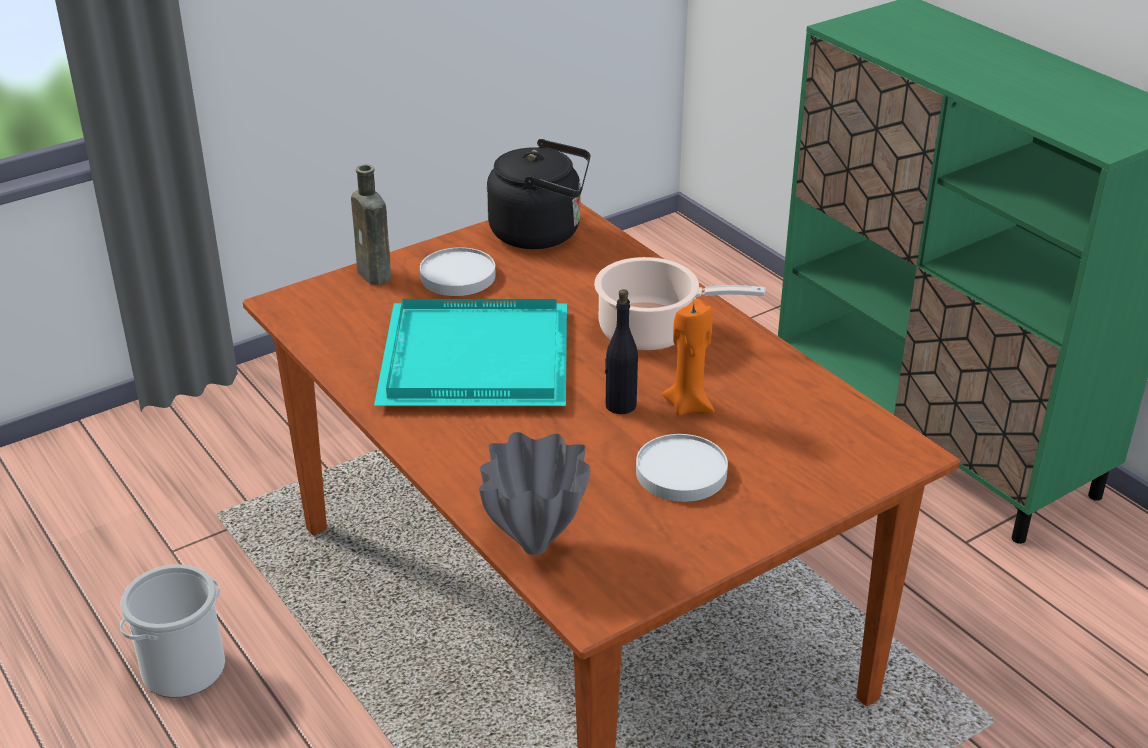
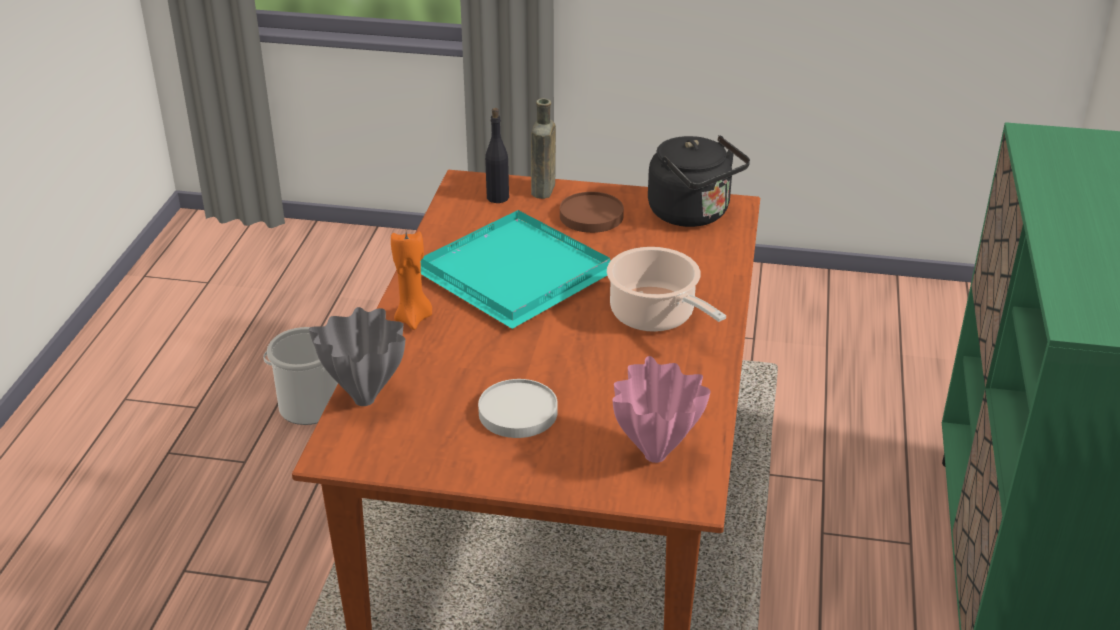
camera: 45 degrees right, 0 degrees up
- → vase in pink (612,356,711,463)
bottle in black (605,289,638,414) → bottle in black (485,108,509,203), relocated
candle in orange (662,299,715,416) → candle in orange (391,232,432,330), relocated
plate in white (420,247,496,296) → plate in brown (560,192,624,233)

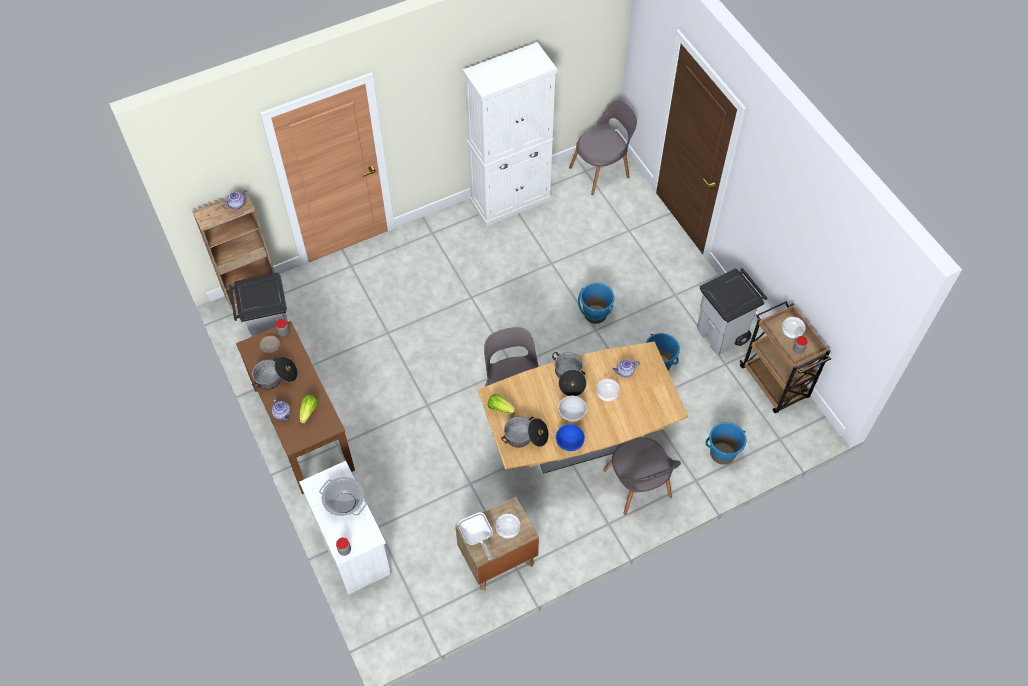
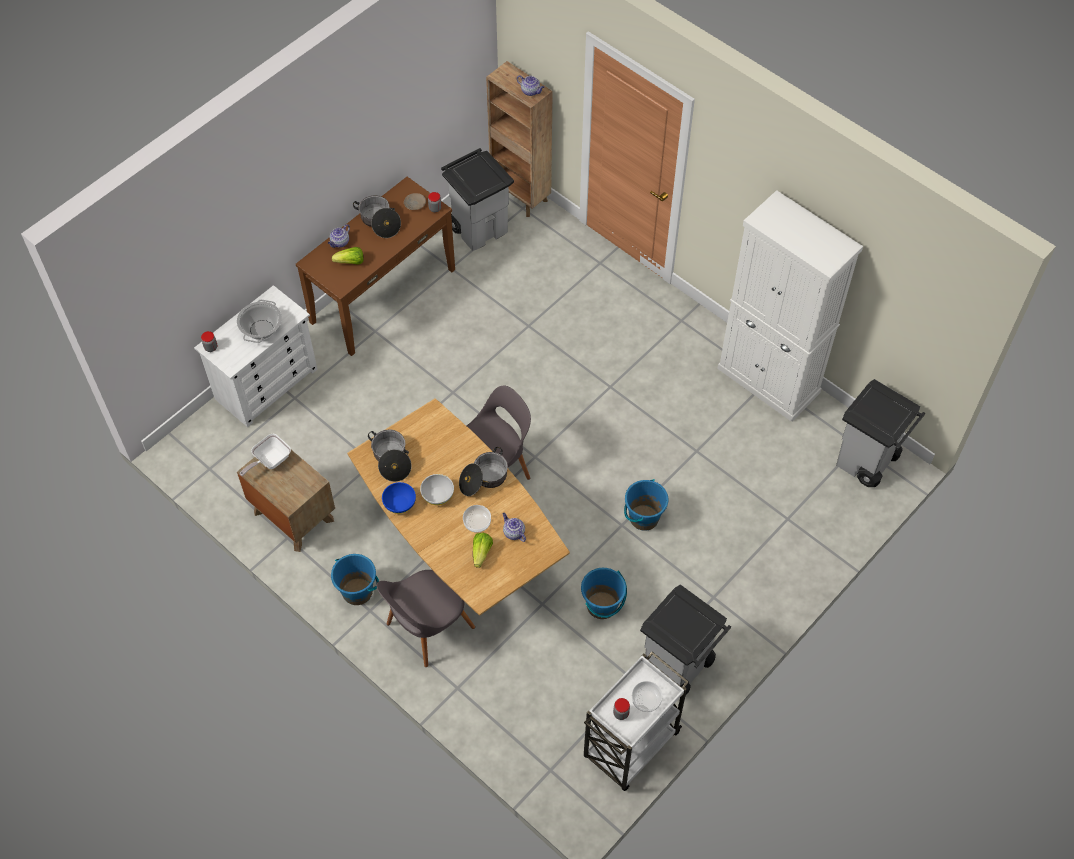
camera: 70 degrees right, 0 degrees up
bowl (496,514,520,539) → -
lettuce (488,394,516,414) → lettuce (473,533,493,568), relocated
bucket in blue (705,422,746,465) → bucket in blue (331,554,379,605), relocated
chair in grey (569,100,637,195) → trash can in grey (836,379,925,487)
cart in brown (740,301,831,413) → cart in white (584,651,689,791)

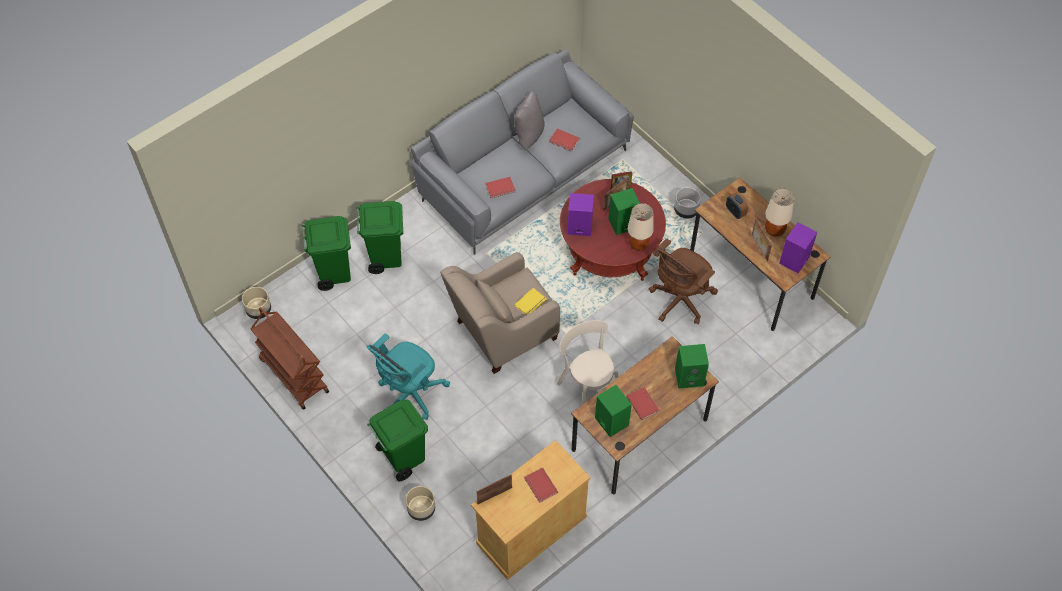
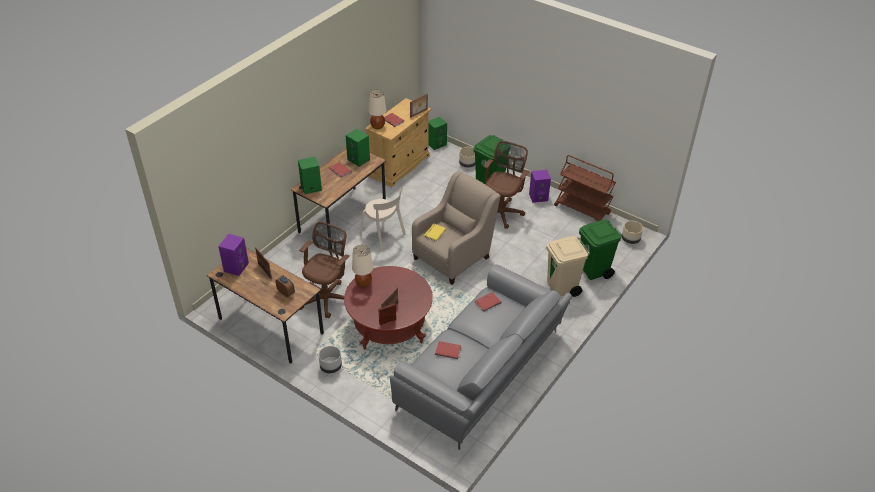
camera: 165 degrees right, 15 degrees down
pillow in grey (514,91,544,150) → -
speaker in purple (568,193,594,236) → speaker in purple (529,170,551,203), relocated
speaker in green (608,188,640,235) → speaker in green (428,117,447,150), relocated
table lamp in beige (765,188,794,237) → table lamp in beige (368,90,386,129), relocated
trash can in green (357,201,403,274) → trash can in beige (546,236,590,297)
office chair in turquoise (366,333,450,420) → office chair in brown (484,141,529,229)

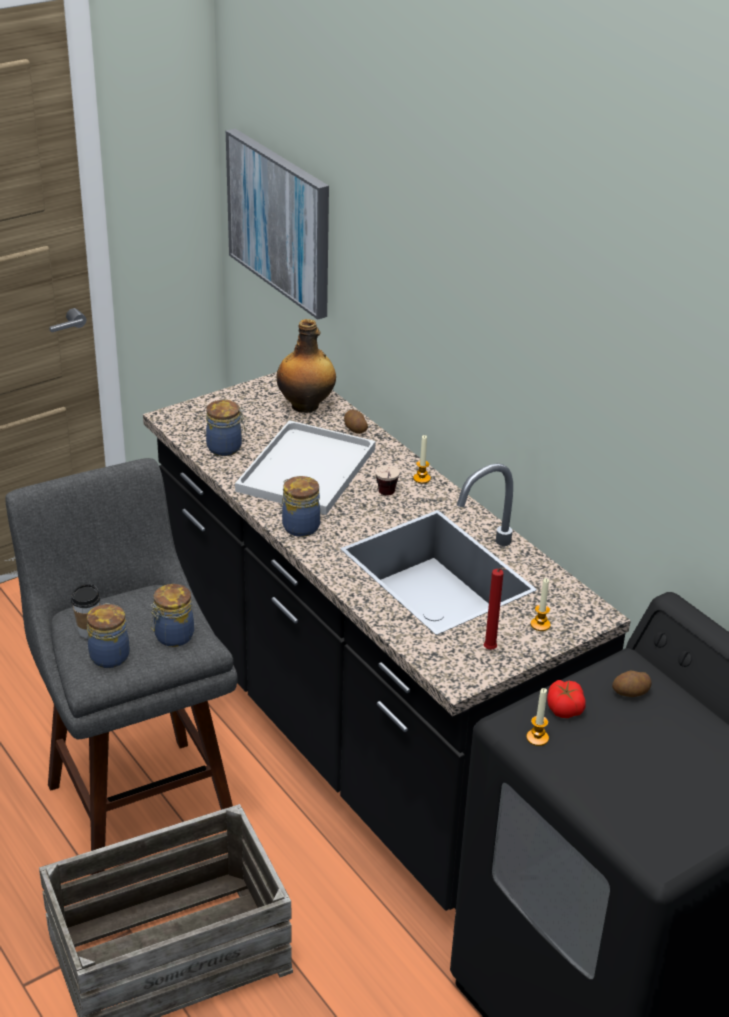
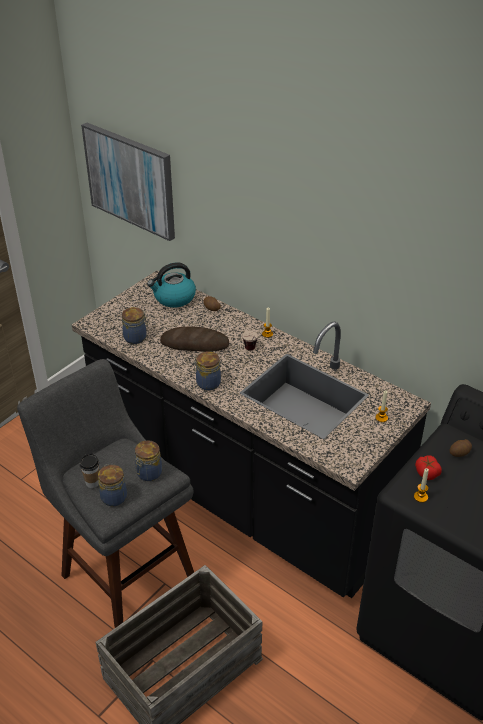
camera: 15 degrees left, 5 degrees up
candle in red (484,567,506,650) → -
tray in white (235,420,376,515) → bread (160,326,229,352)
bottle (276,319,336,413) → kettle (147,262,196,307)

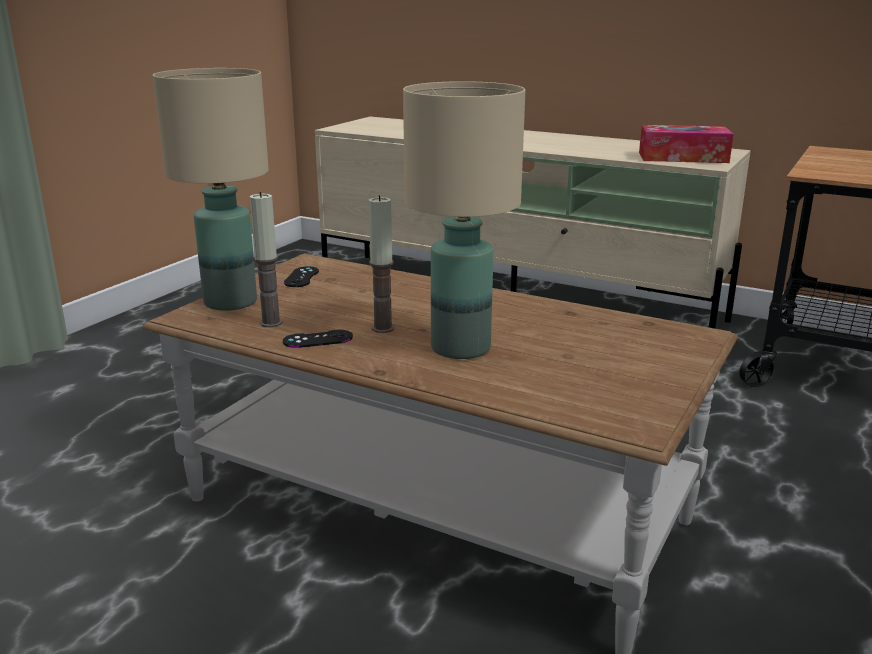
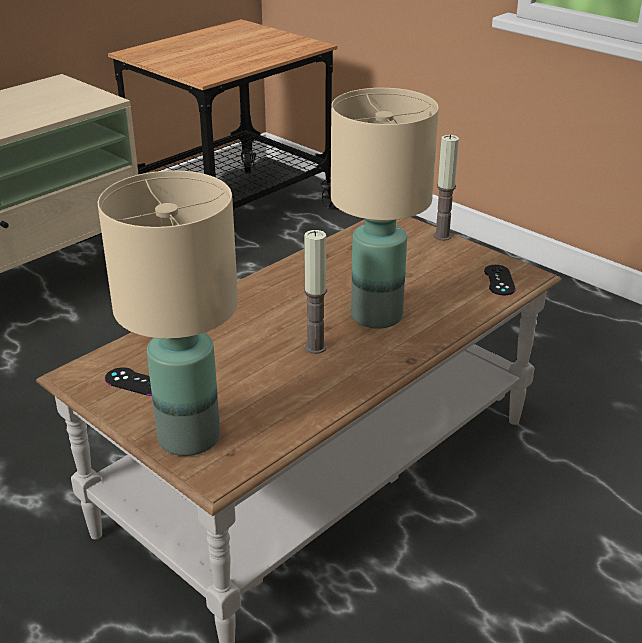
camera: 75 degrees left, 10 degrees up
tissue box (639,125,733,163) → -
candle (250,192,283,327) → candle (433,135,459,241), relocated
game controller in black (283,330,353,348) → game controller in black (484,265,516,295), relocated

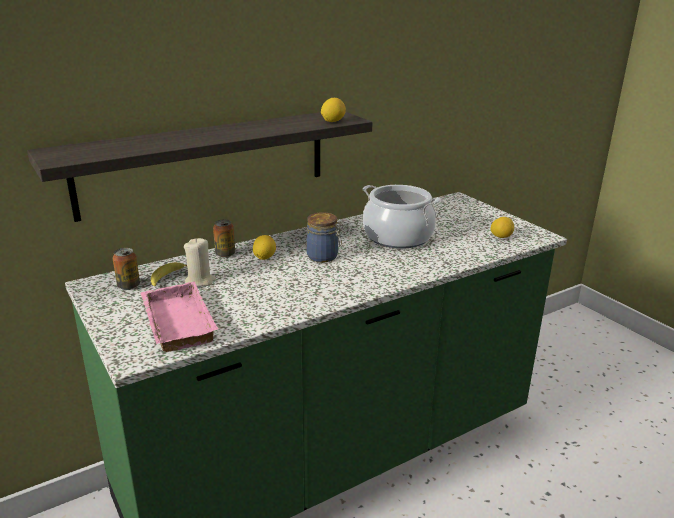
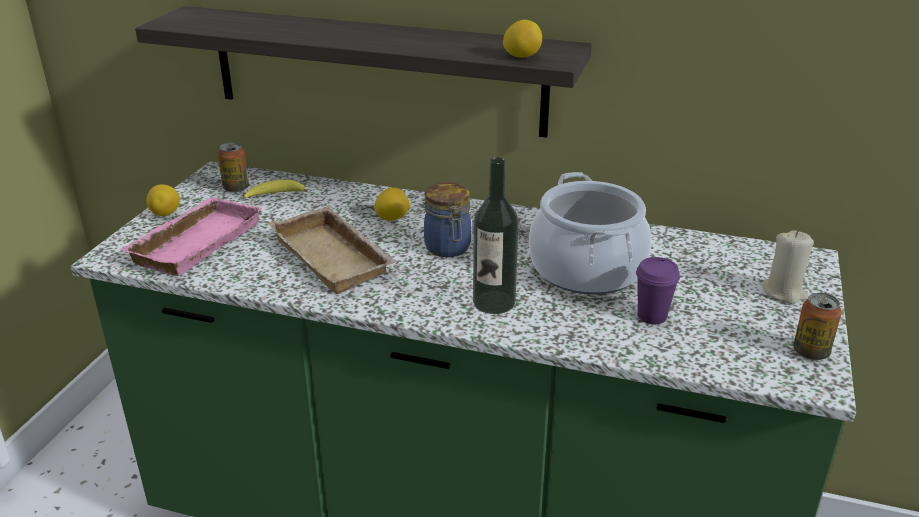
camera: 50 degrees right, 5 degrees up
- → tray in beige (268,206,397,294)
- → bottle (473,157,519,314)
- → cup in purple (636,257,680,325)
candle in beige (184,238,216,287) → candle in beige (762,230,814,304), relocated
can (213,219,235,258) → can (793,293,842,360), relocated
lemon (490,217,514,238) → lemon (146,185,180,216), relocated

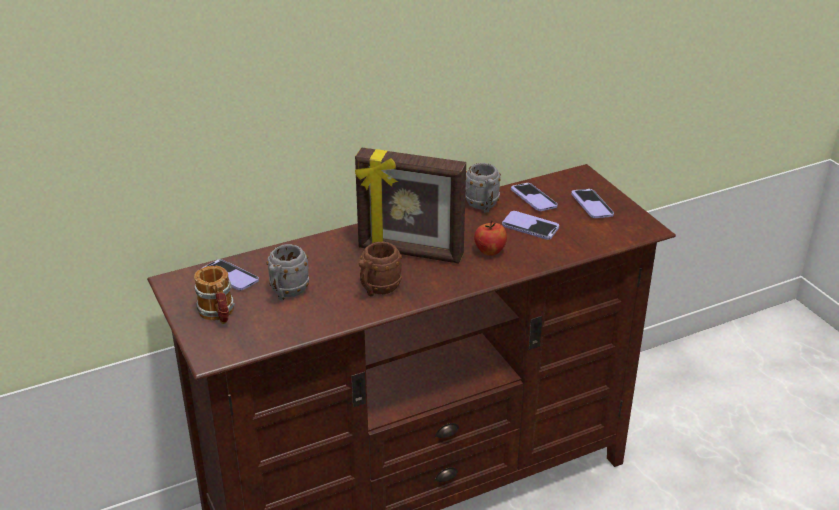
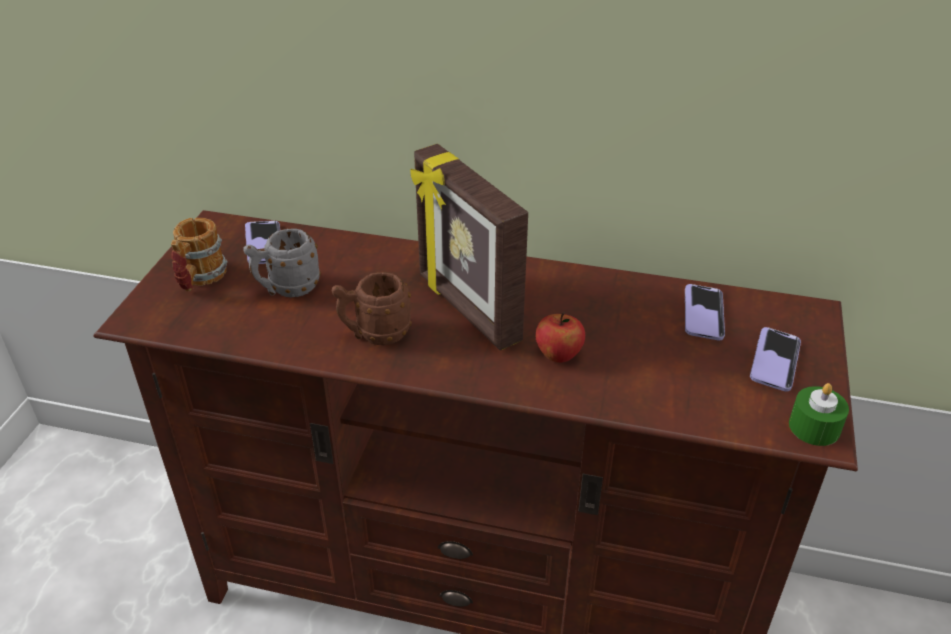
camera: 40 degrees right, 5 degrees up
mug in grey (465,163,501,213) → -
phone (502,211,559,240) → -
- → candle in green (789,383,849,446)

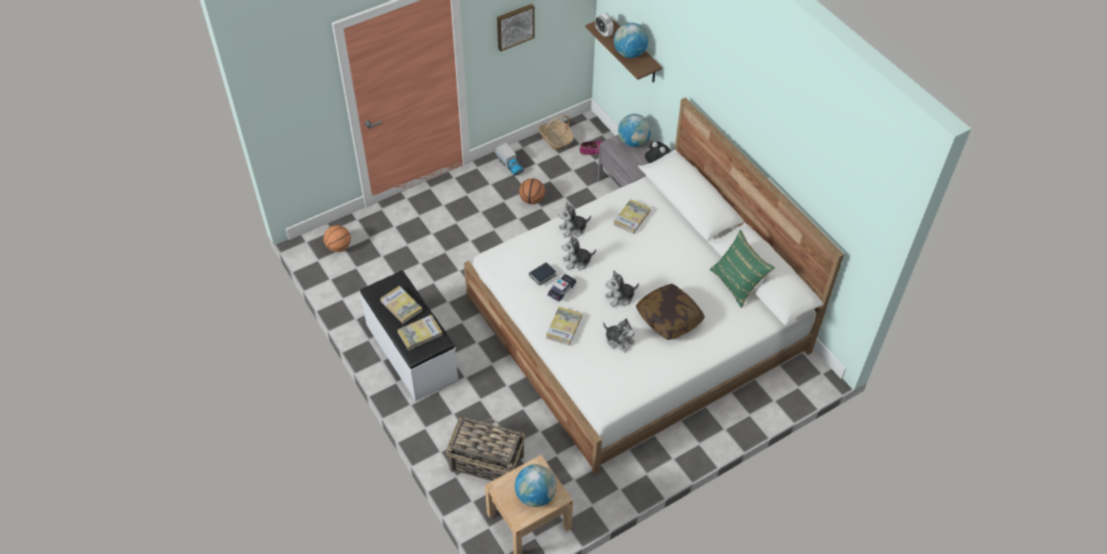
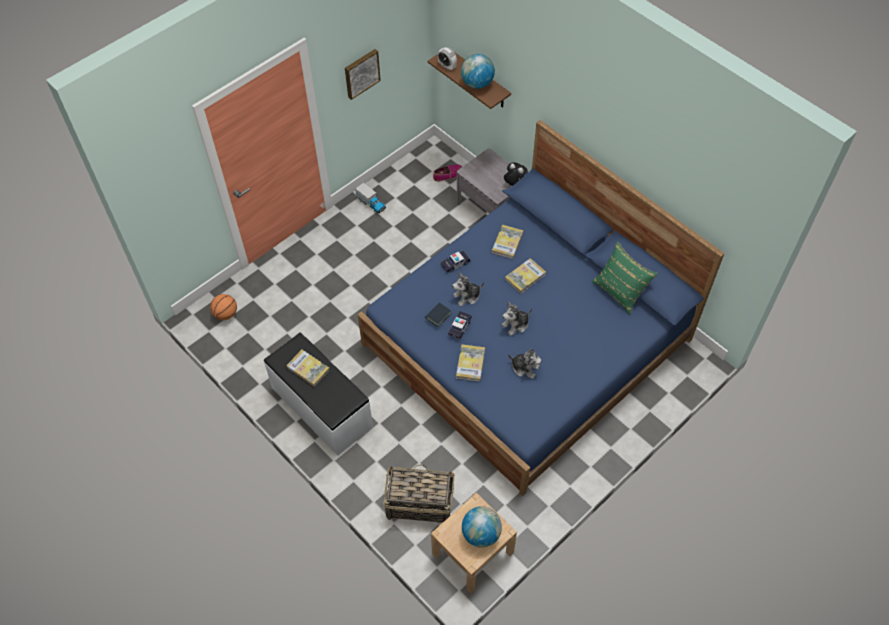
camera: 10 degrees left, 5 degrees up
basketball (519,178,545,204) → -
basket (538,115,574,150) → -
globe (618,114,651,147) → -
pillow (636,284,705,340) → -
book (397,315,443,351) → book (505,258,546,294), relocated
plush toy (558,202,591,238) → toy car (440,251,471,273)
bed in white (464,97,844,475) → bed in blue (357,120,725,496)

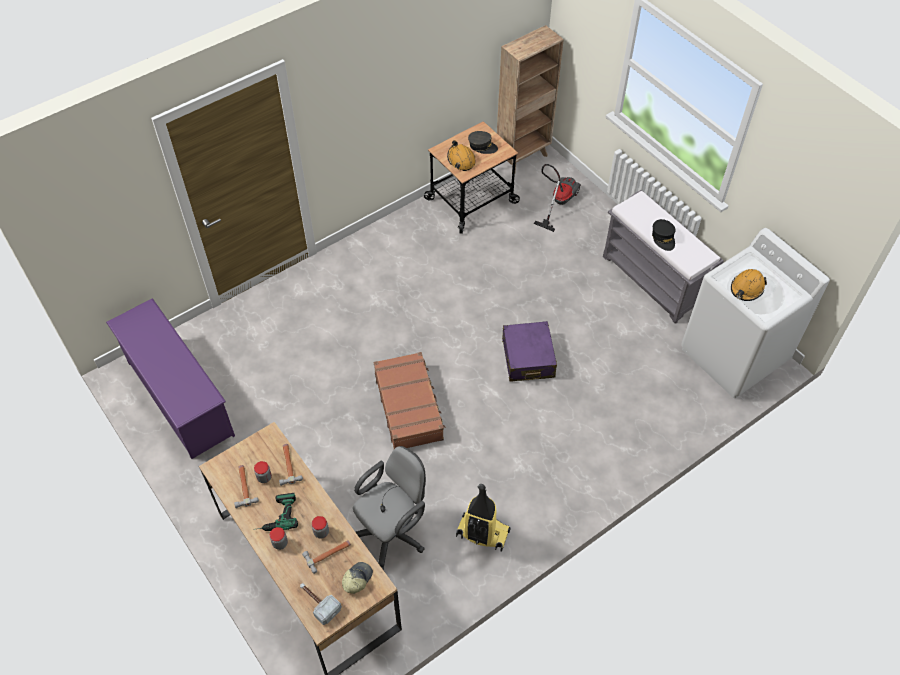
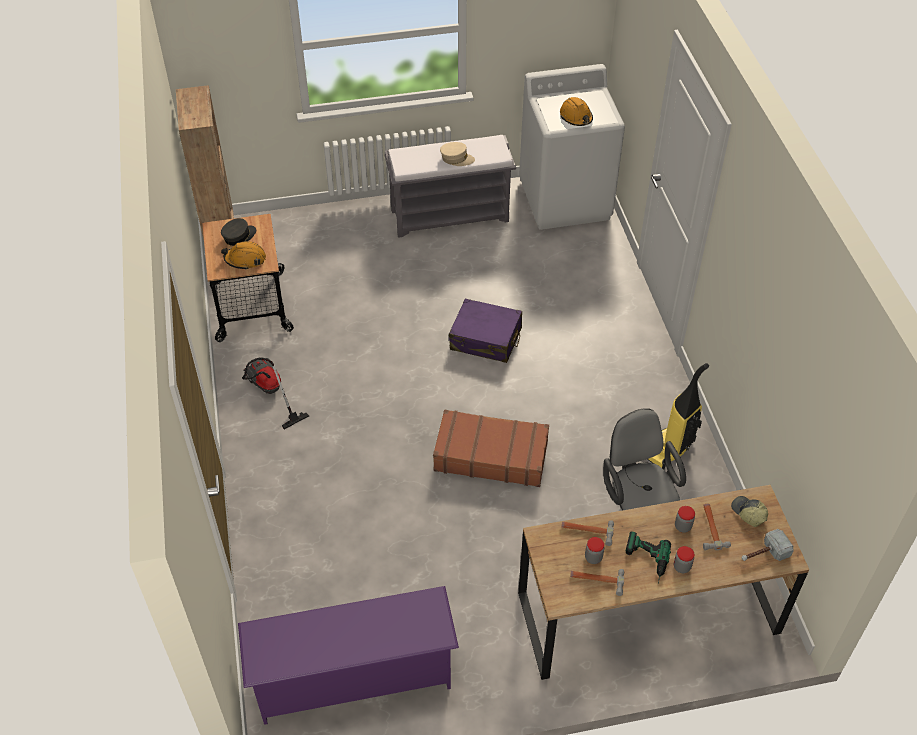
camera: 65 degrees left, 5 degrees down
vacuum cleaner (533,164,581,232) → vacuum cleaner (242,357,309,429), relocated
cap in black (652,219,676,251) → cap in beige (440,142,475,166)

